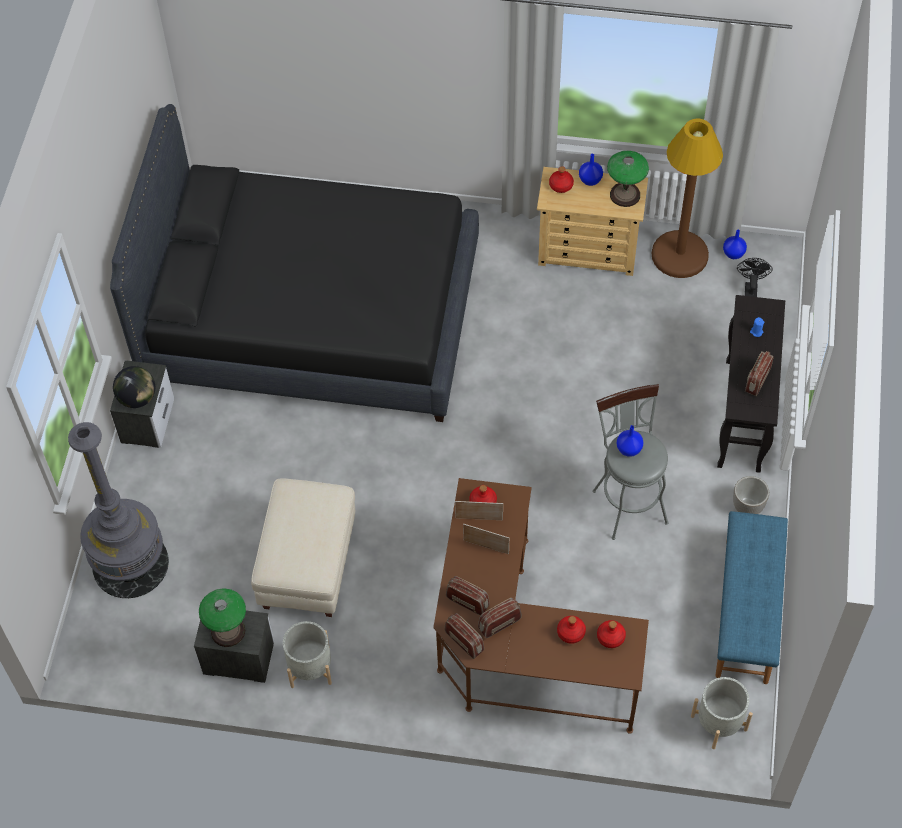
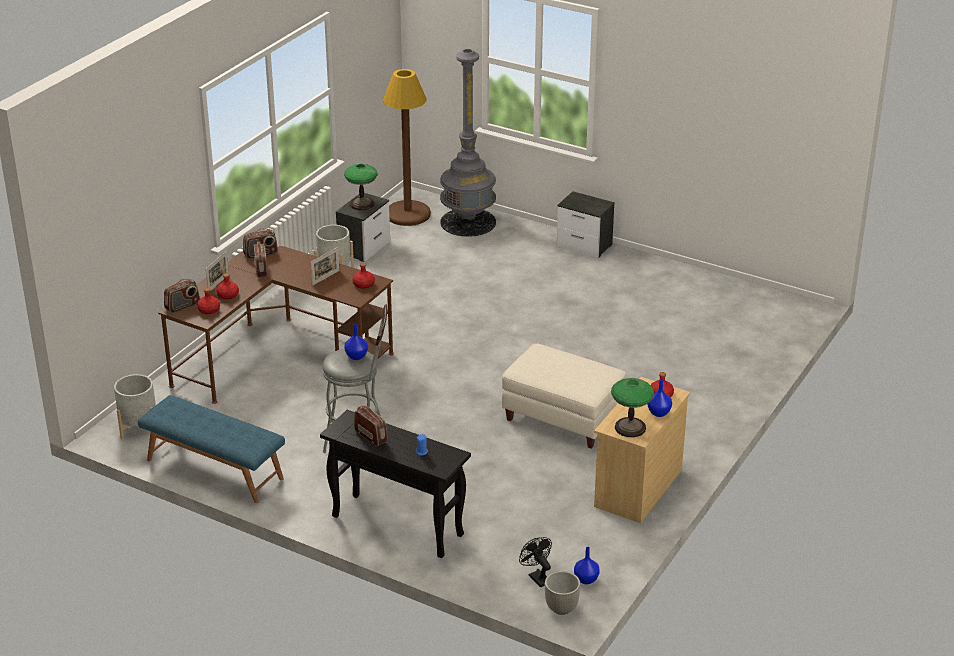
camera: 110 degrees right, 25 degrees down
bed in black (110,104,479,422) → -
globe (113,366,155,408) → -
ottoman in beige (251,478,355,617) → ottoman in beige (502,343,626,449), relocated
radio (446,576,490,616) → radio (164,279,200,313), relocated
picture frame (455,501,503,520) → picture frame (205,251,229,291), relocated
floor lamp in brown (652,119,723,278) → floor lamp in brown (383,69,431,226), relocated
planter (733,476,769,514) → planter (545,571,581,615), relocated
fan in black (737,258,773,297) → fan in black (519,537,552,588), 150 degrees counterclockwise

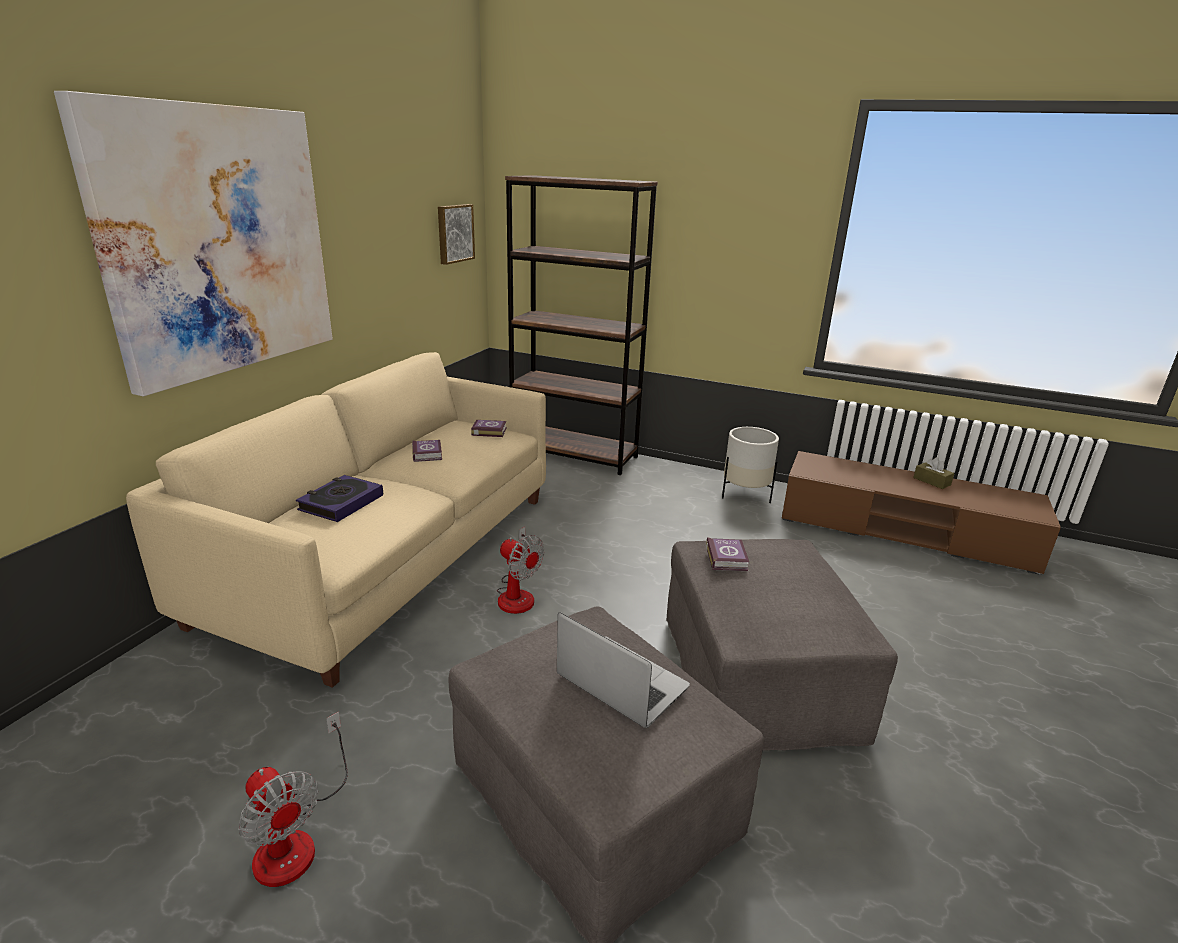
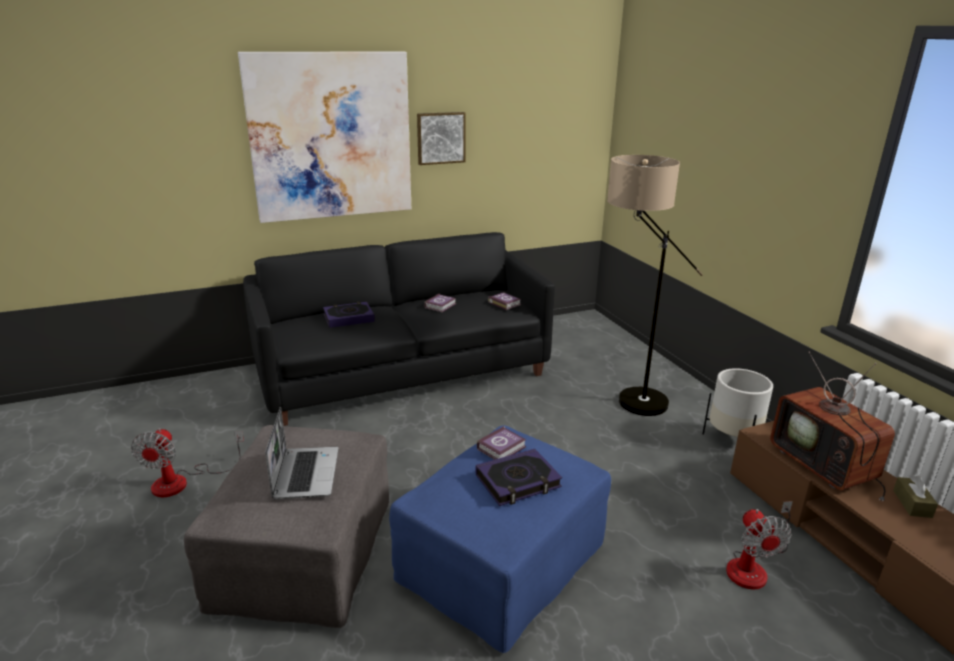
camera: 45 degrees right, 0 degrees up
bookcase in brown (505,175,658,475) → -
- → book (476,449,562,506)
- → floor lamp (607,155,703,416)
- → television (770,351,895,501)
picture (438,204,475,265) → picture (417,112,466,165), relocated
fan (497,527,544,614) → fan (726,501,793,589), relocated
sofa in beige (126,352,546,688) → sofa in black (243,232,555,426)
ottoman in grey (666,539,898,751) → ottoman in blue (389,425,611,653)

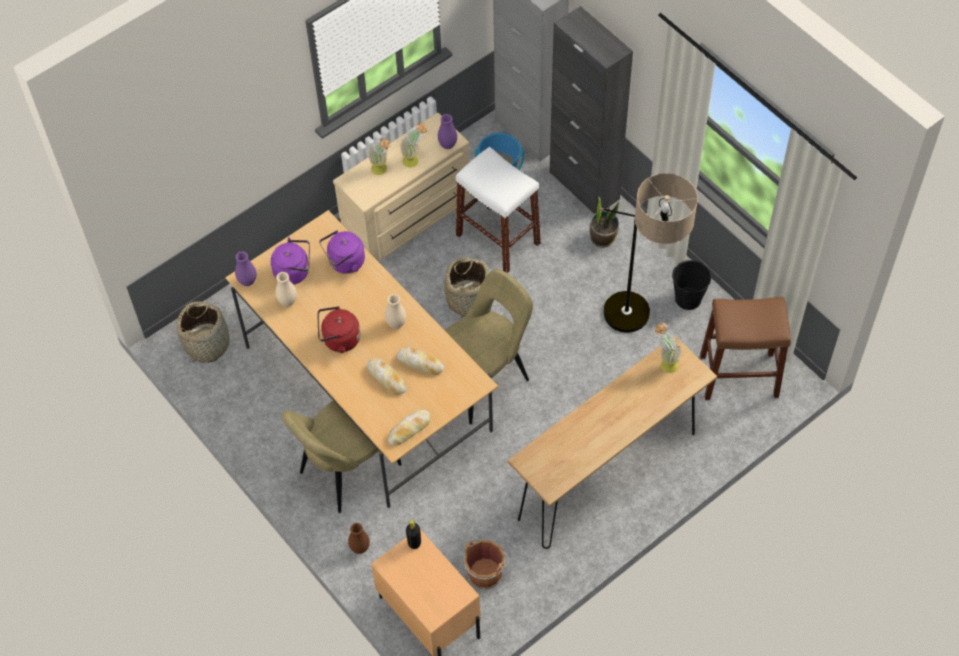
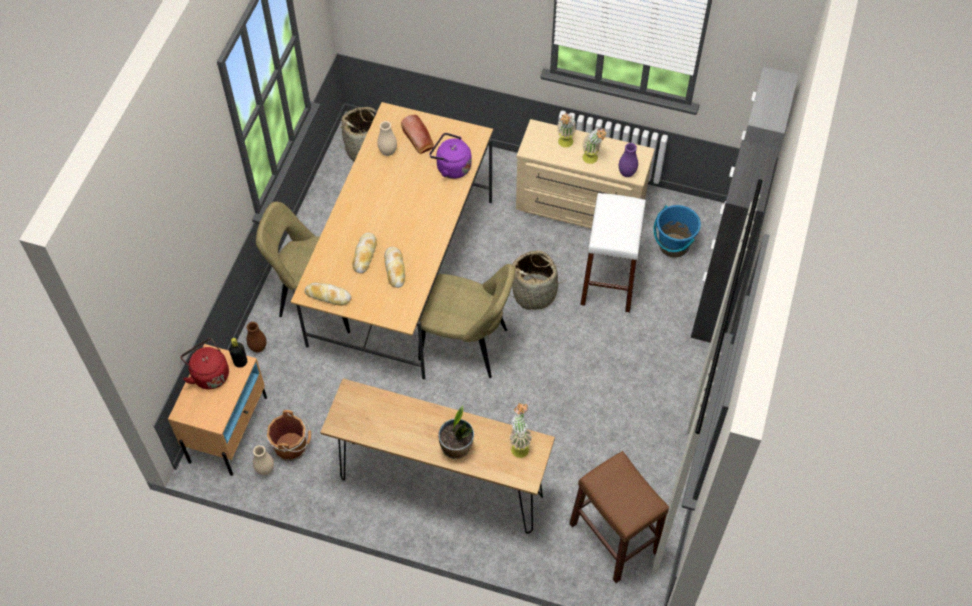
camera: 55 degrees right, 0 degrees up
vase in purple (235,251,256,286) → -
floor lamp (597,173,698,333) → -
bucket in black (672,260,711,310) → -
kettle in red (317,306,361,353) → kettle in red (181,338,229,390), relocated
vase in beige (385,294,406,329) → vase in beige (253,445,274,475), relocated
potted plant (590,196,619,247) → potted plant (438,405,474,459), relocated
kettle in purple (271,237,310,285) → bread (401,115,434,154)

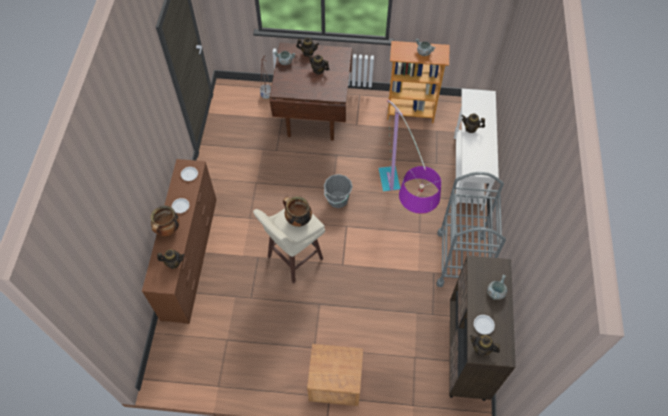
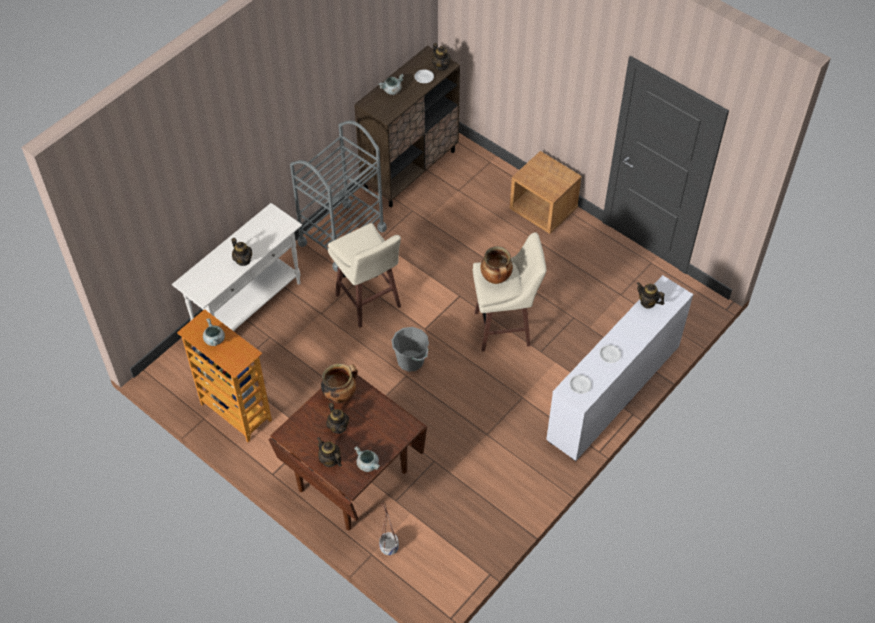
camera: 145 degrees left, 5 degrees down
cooking pot (150,205,180,236) → cooking pot (321,363,358,403), relocated
floor lamp (378,100,441,214) → stool in beige (328,223,401,328)
dresser in brown (142,159,217,324) → dresser in white (546,275,694,461)

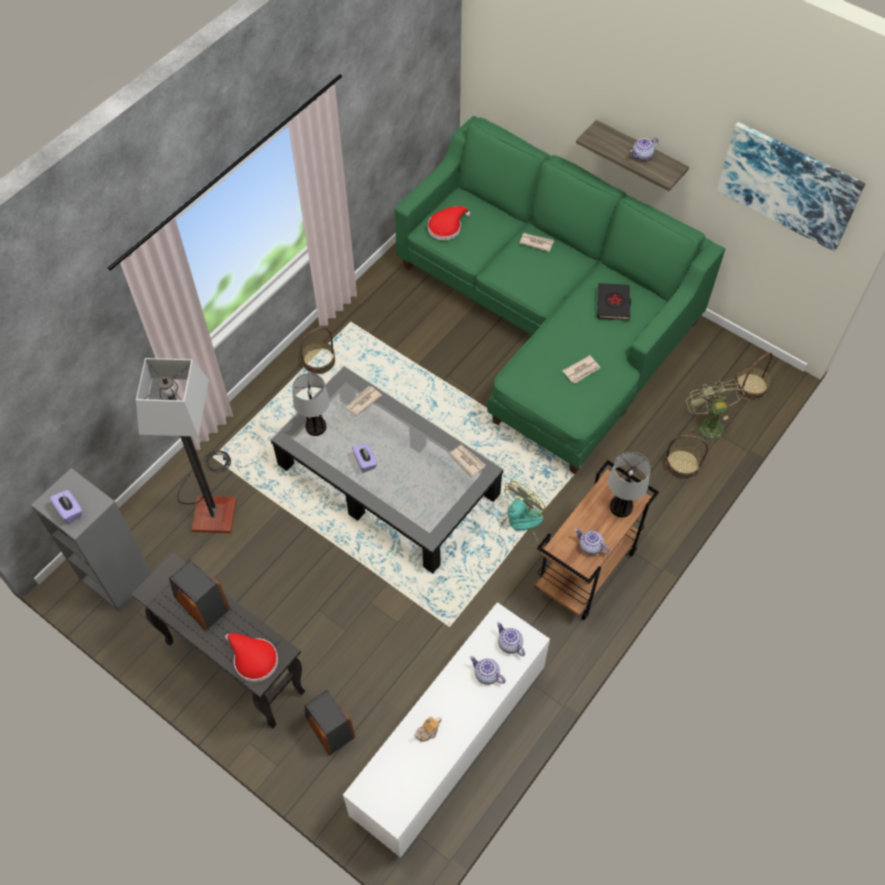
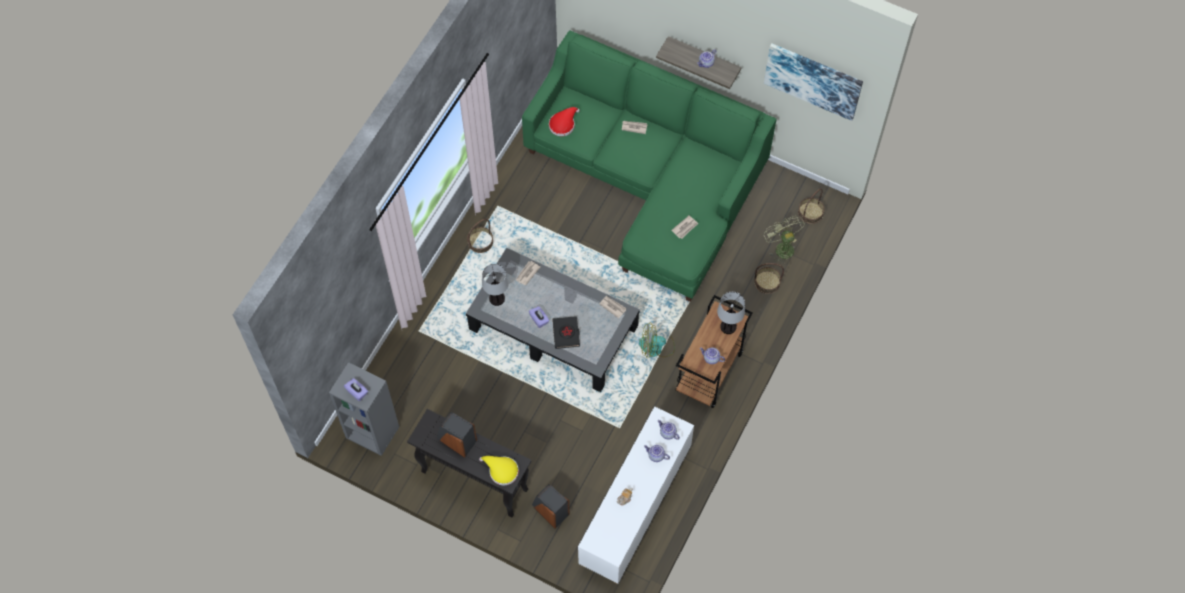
camera: 10 degrees left, 5 degrees up
floor lamp (136,358,236,533) → -
book in black (597,283,631,320) → book in black (552,316,580,349), relocated
hat in red (225,633,278,682) → hat in yellow (479,456,519,485)
fan (499,481,545,550) → fan (639,323,675,358), 120 degrees counterclockwise

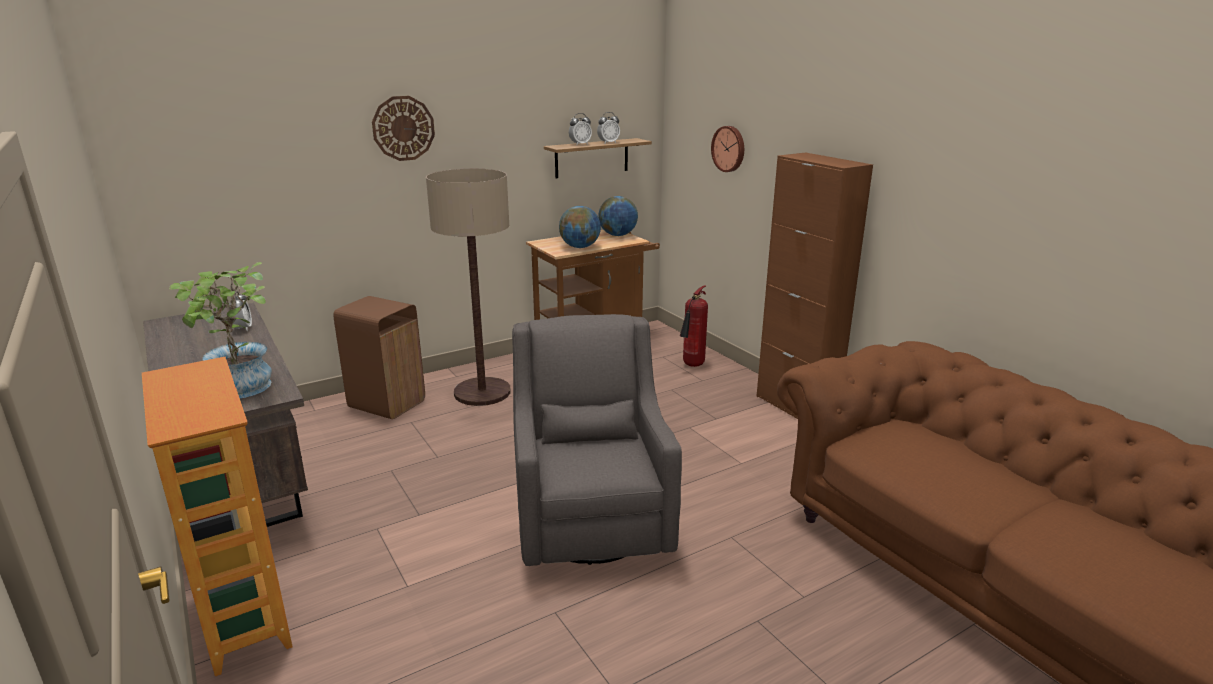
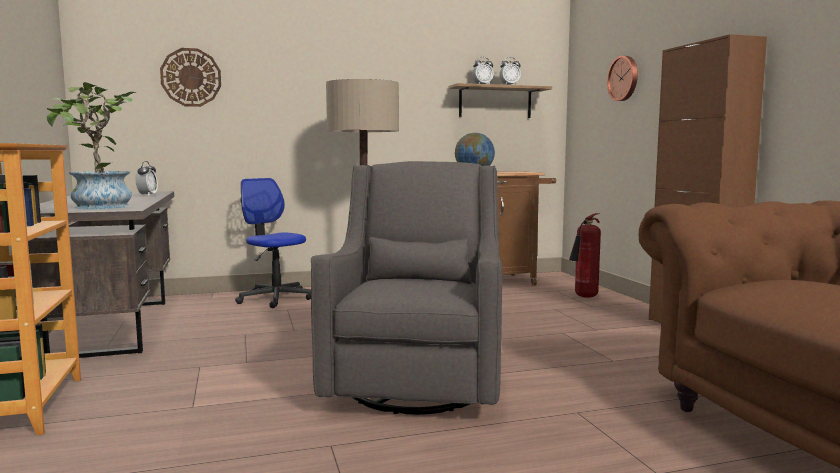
camera: 15 degrees right, 15 degrees down
globe (598,196,638,236) → -
wall clock (372,96,435,161) → wall clock (160,48,221,107), relocated
trash can in brown (333,296,425,419) → office chair (235,178,311,308)

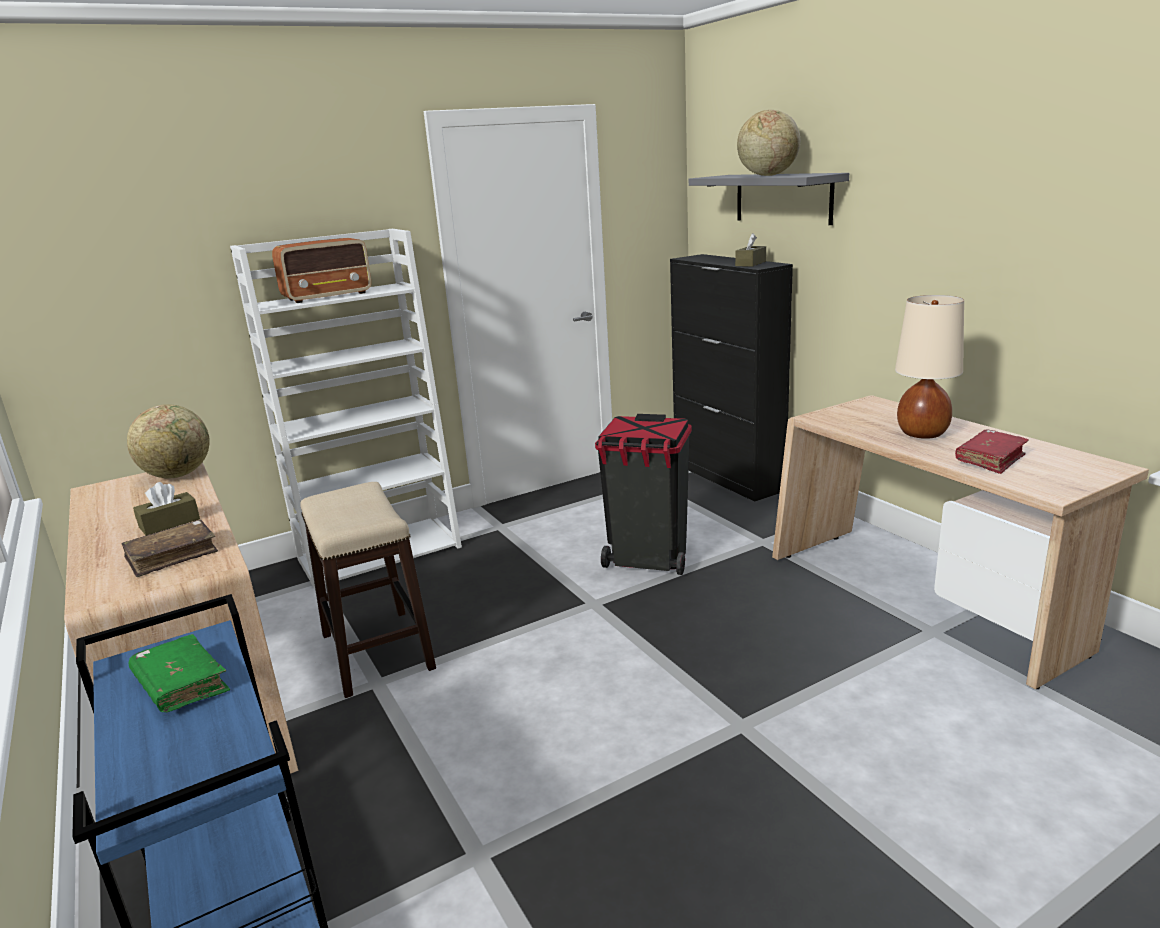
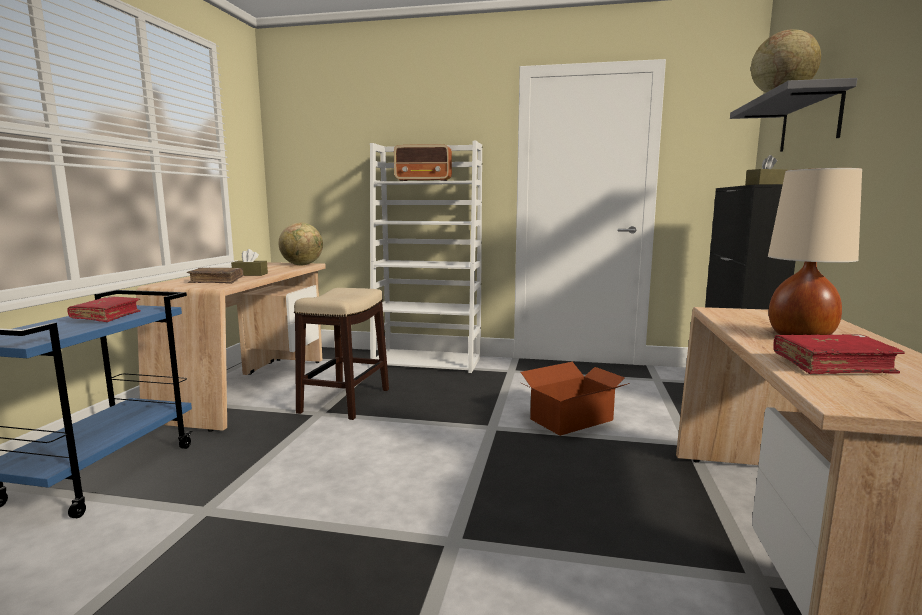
camera: 40 degrees right, 10 degrees down
trash can in black (595,414,692,575) → cardboard box (520,362,630,436)
book in green (129,634,230,712) → book in red (67,297,141,322)

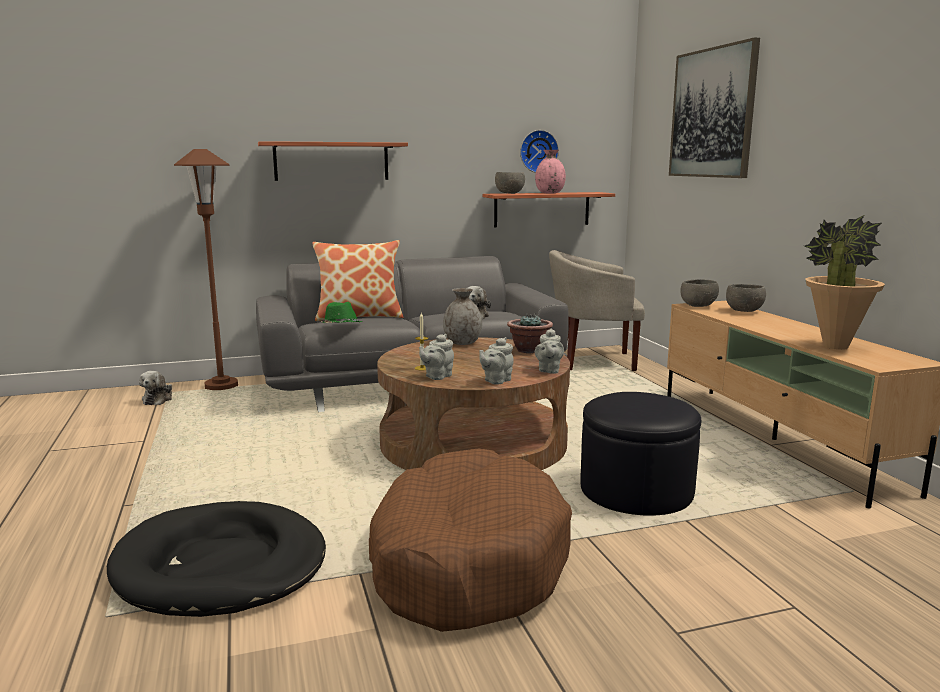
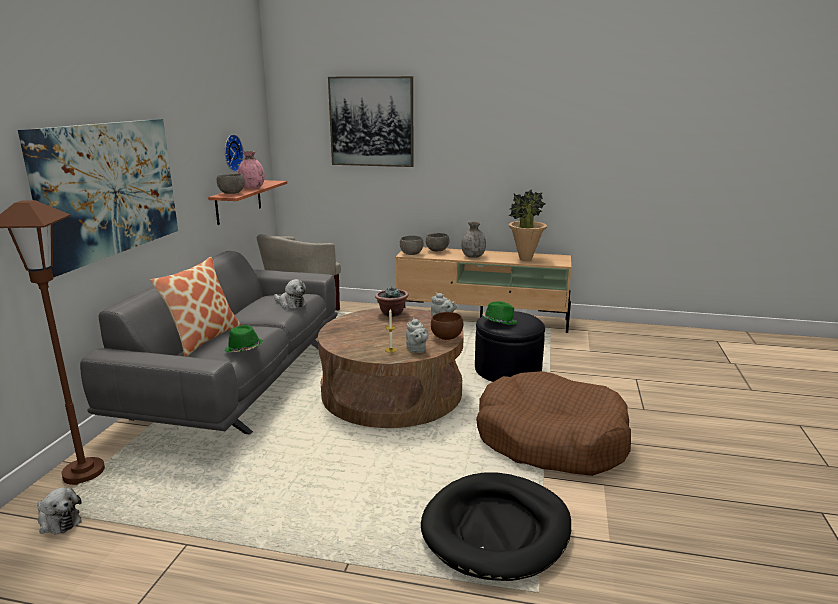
camera: 60 degrees left, 5 degrees up
- → hat in green (482,301,517,325)
vase in grey (443,288,482,345) → vase in grey (461,222,486,258), relocated
shelf (258,141,408,181) → picture (18,119,178,277)
teapot in grey (479,337,514,385) → bowl in brown (431,312,463,340)

